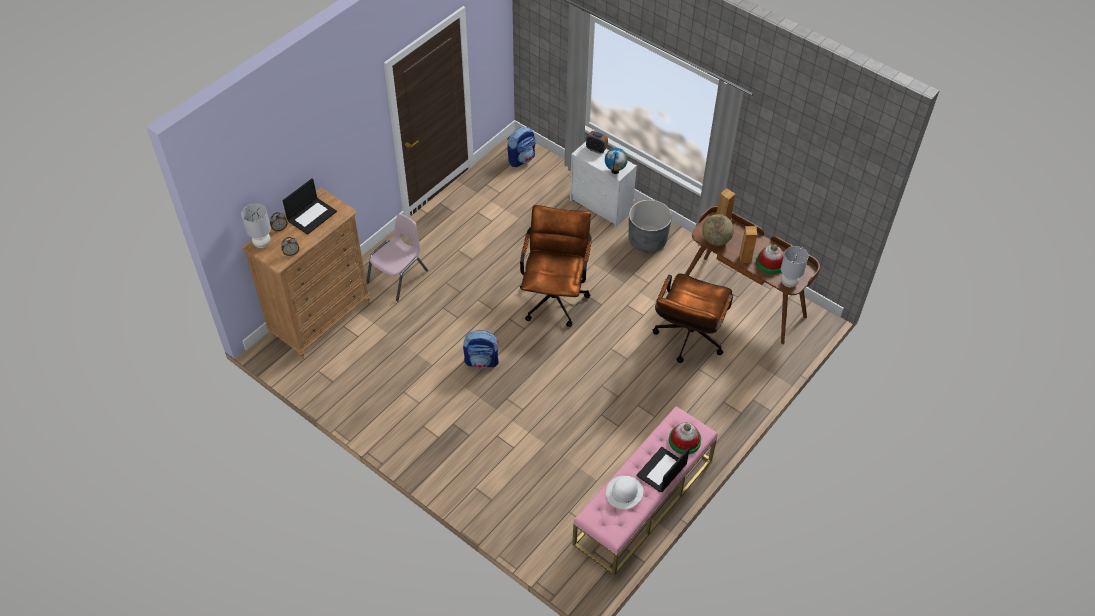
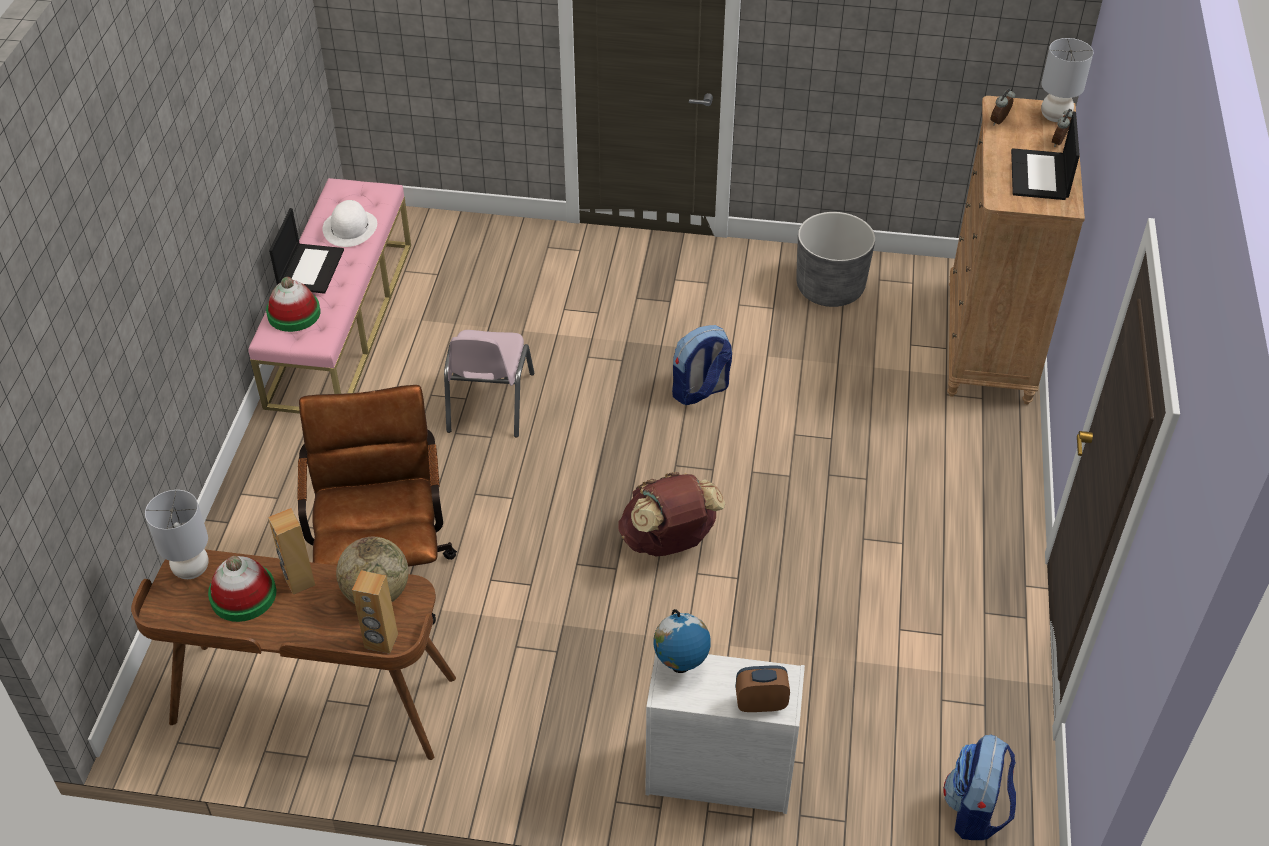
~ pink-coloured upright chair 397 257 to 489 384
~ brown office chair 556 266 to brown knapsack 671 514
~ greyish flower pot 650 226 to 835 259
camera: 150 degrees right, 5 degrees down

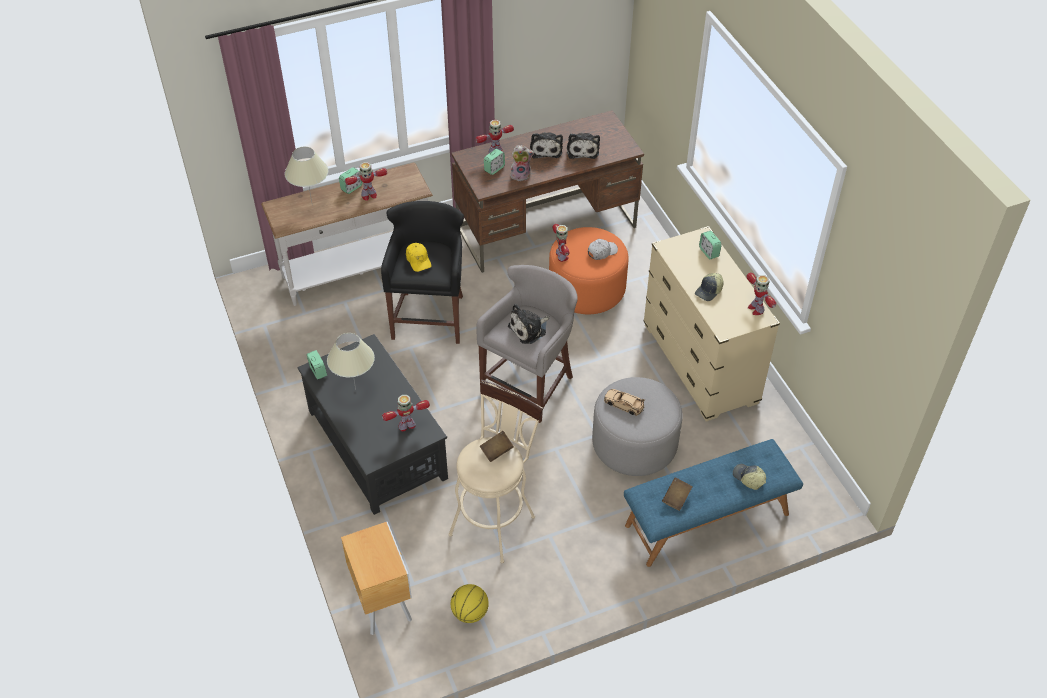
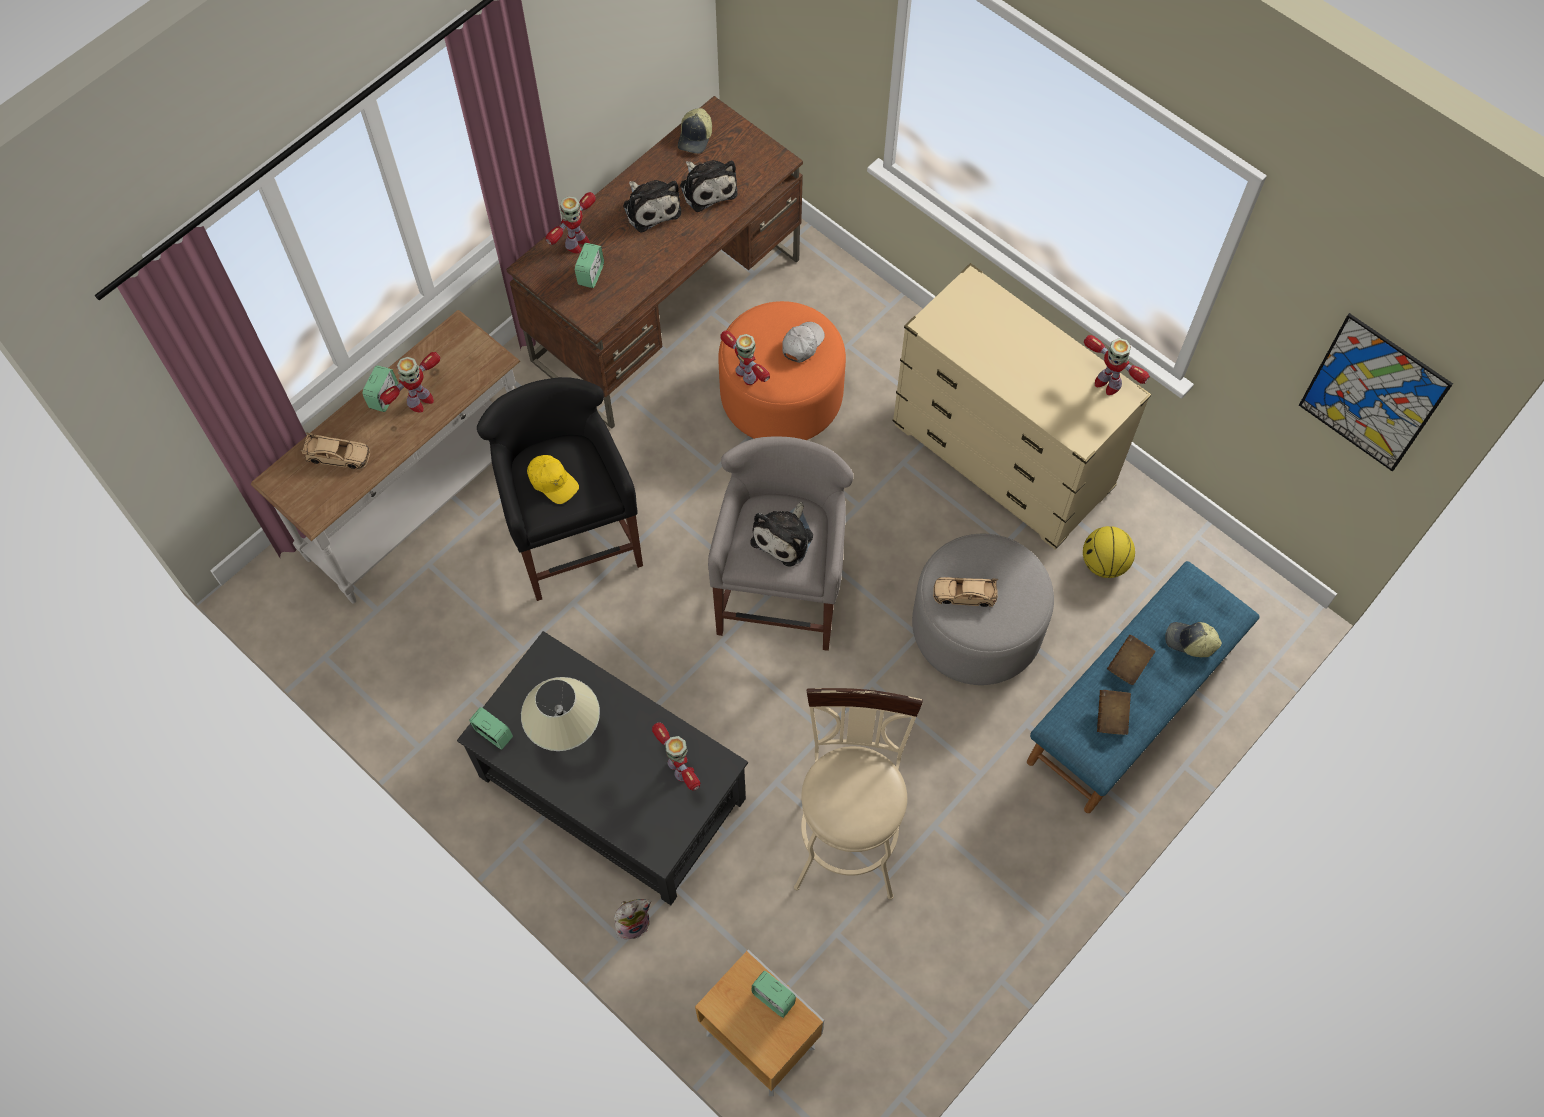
~ beige tabletop lamp 307 176 to beige model car 335 451
~ cuddly toy 522 163 to 632 919
~ robot figure 406 413 = 676 756 105 degrees clockwise
~ baseball cap 709 287 to 695 131
~ bedside clock 710 245 to 773 994
~ ball for basketball 470 603 to 1109 552
~ brown book 497 446 to 1131 660
+ wall art 1376 392
camera: 25 degrees left, 15 degrees up

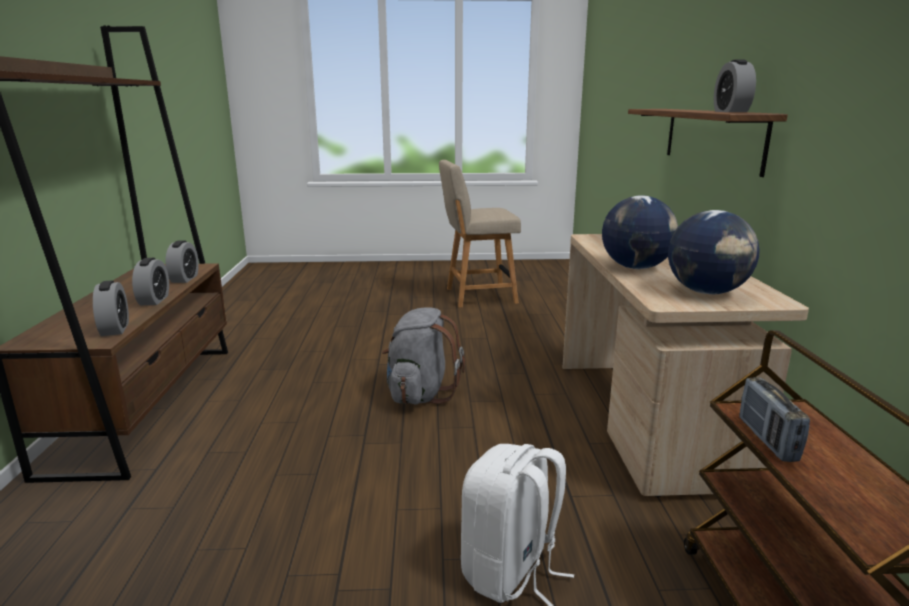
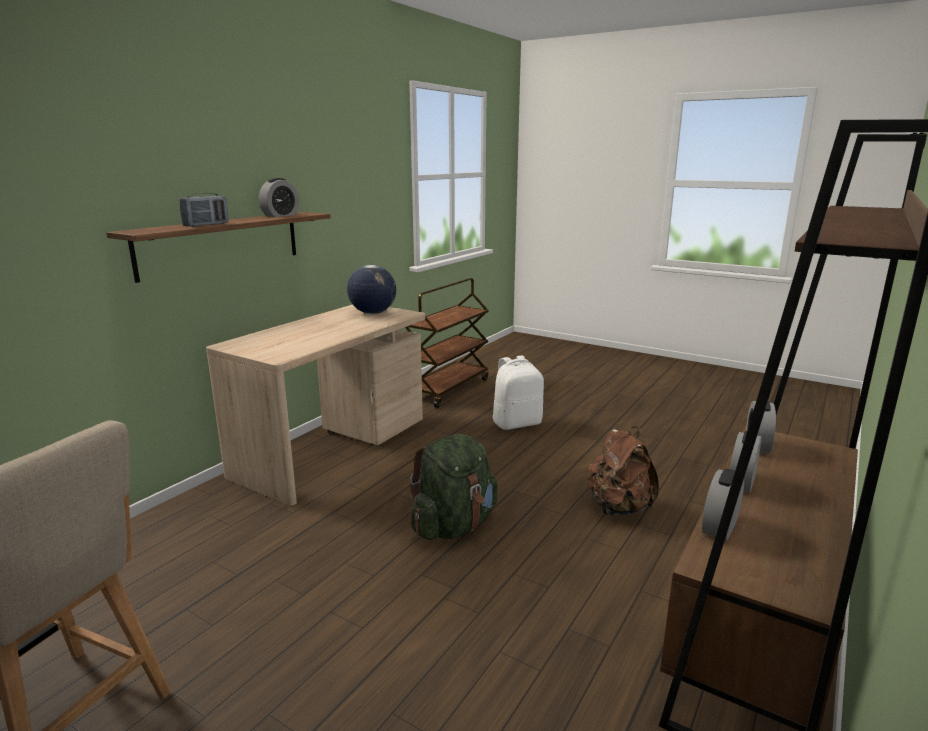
~ radio receiver 774 419 to 204 209
~ greyish knapsack 423 355 to green knapsack 453 487
+ brown knapsack 623 471
- desk globe 640 232
camera: 145 degrees left, 0 degrees up

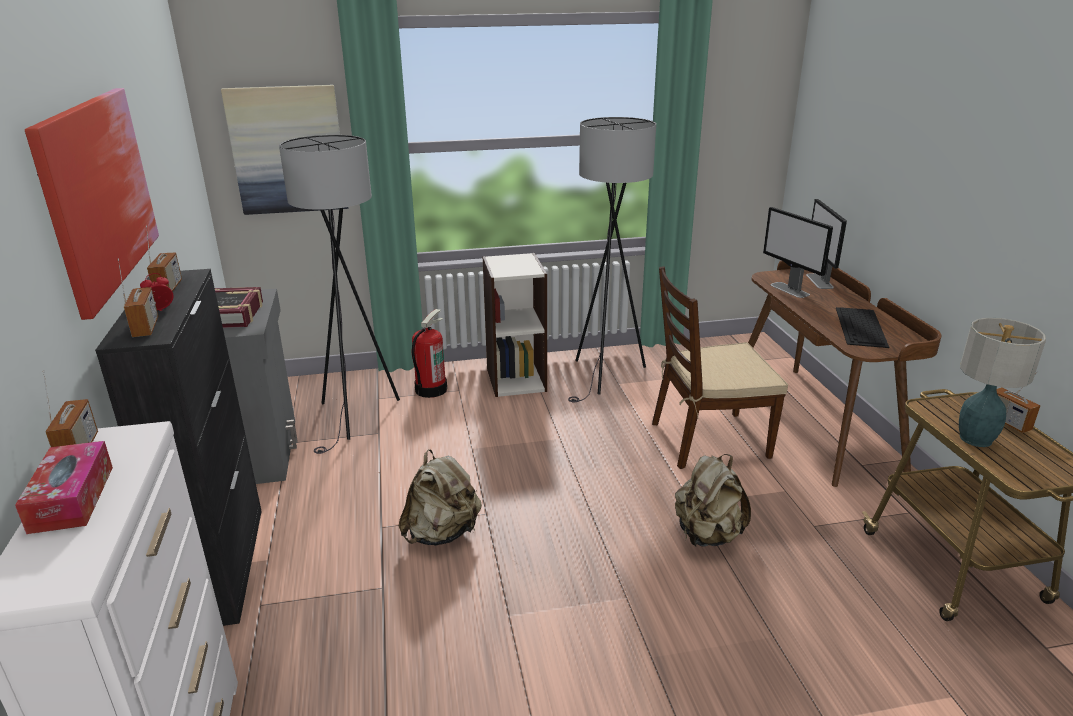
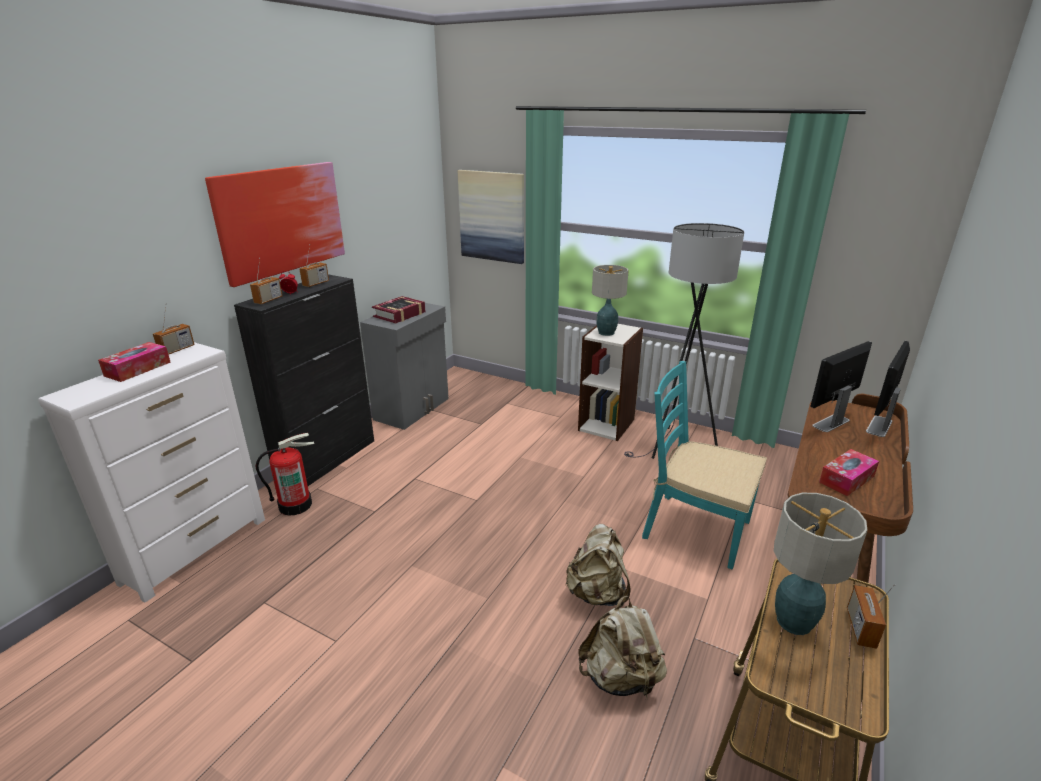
~ fire extinguisher 429 353 to 285 474
~ beige knapsack 440 497 to 622 647
+ tabletop lamp 610 300
~ brown upright chair 720 367 to turquoise-coloured upright chair 704 465
~ computer display 798 252 = 841 386 45 degrees clockwise
~ keyboard 862 327 to tissue holder 849 472
- greyish standing lamp 339 294
camera: 40 degrees right, 0 degrees up

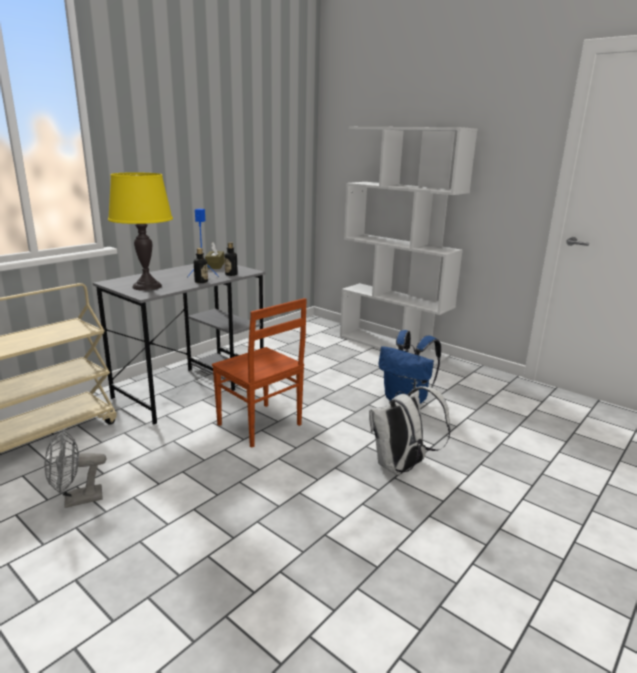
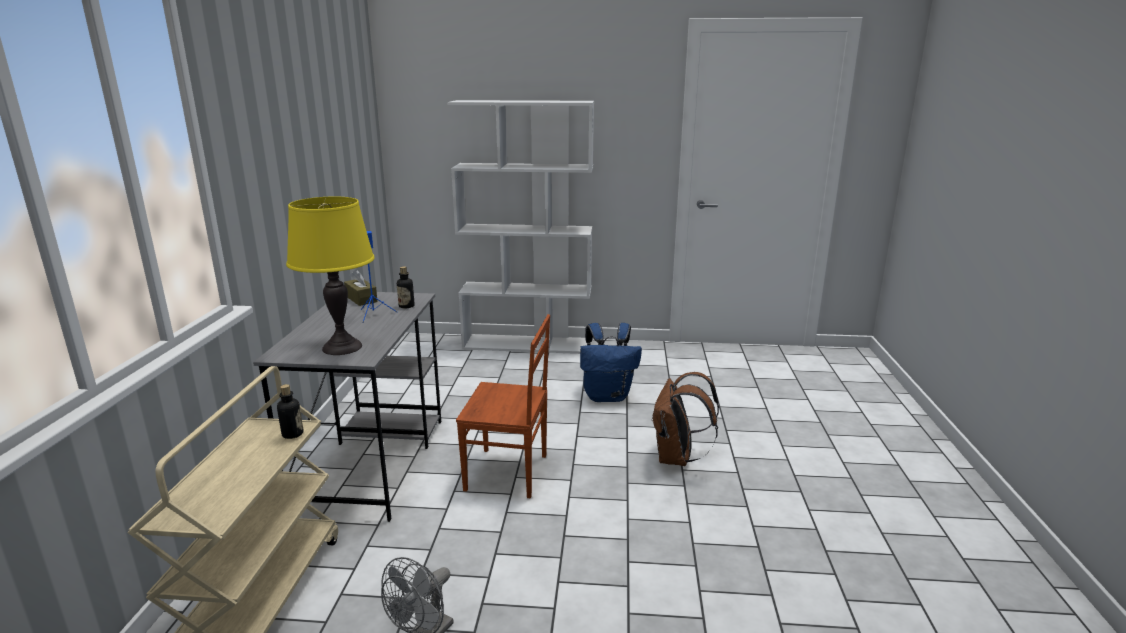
~ drink bottle 201 265 to 290 411
~ white-coloured knapsack 410 430 to brown knapsack 685 419
camera: 35 degrees left, 0 degrees up

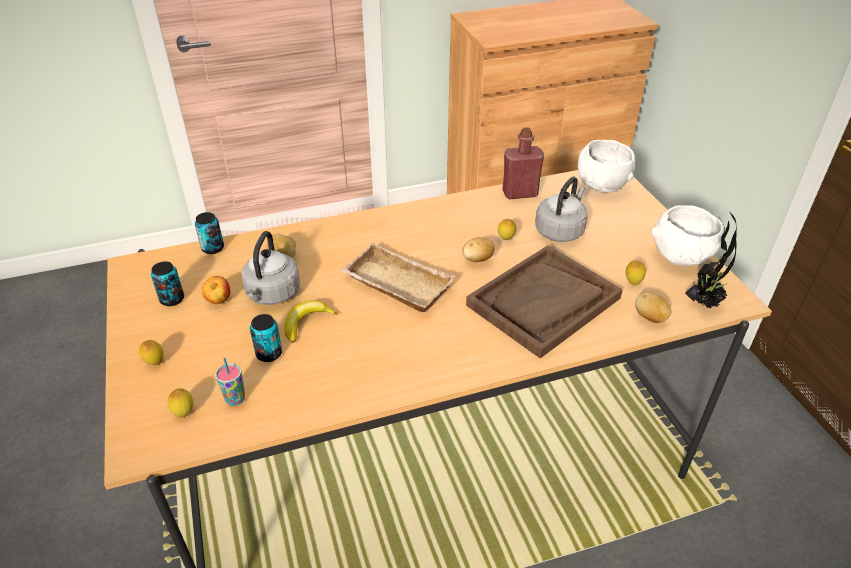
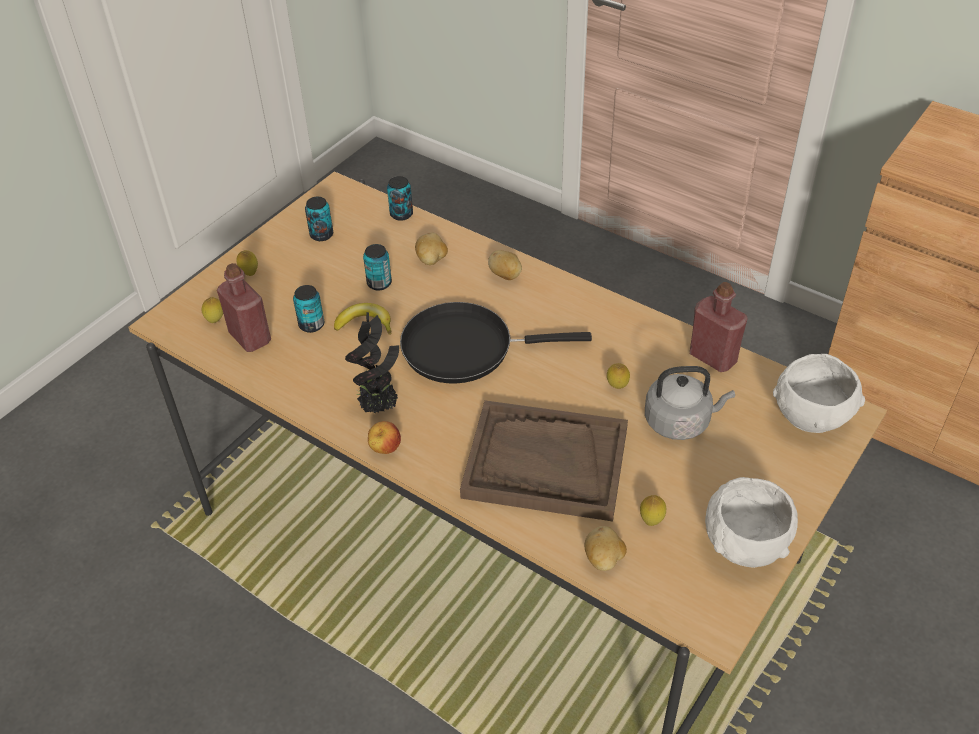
~ cup 230 382 to reddish drink bottle 244 307
~ potted plant 711 261 to 372 362
~ greyish water kettle 271 268 to sealed can 377 267
~ apple 216 290 to 384 437
~ beige carrying tray 398 277 to black frying pan 496 343
~ whole potato 479 249 to 505 265
camera: 55 degrees right, 5 degrees up

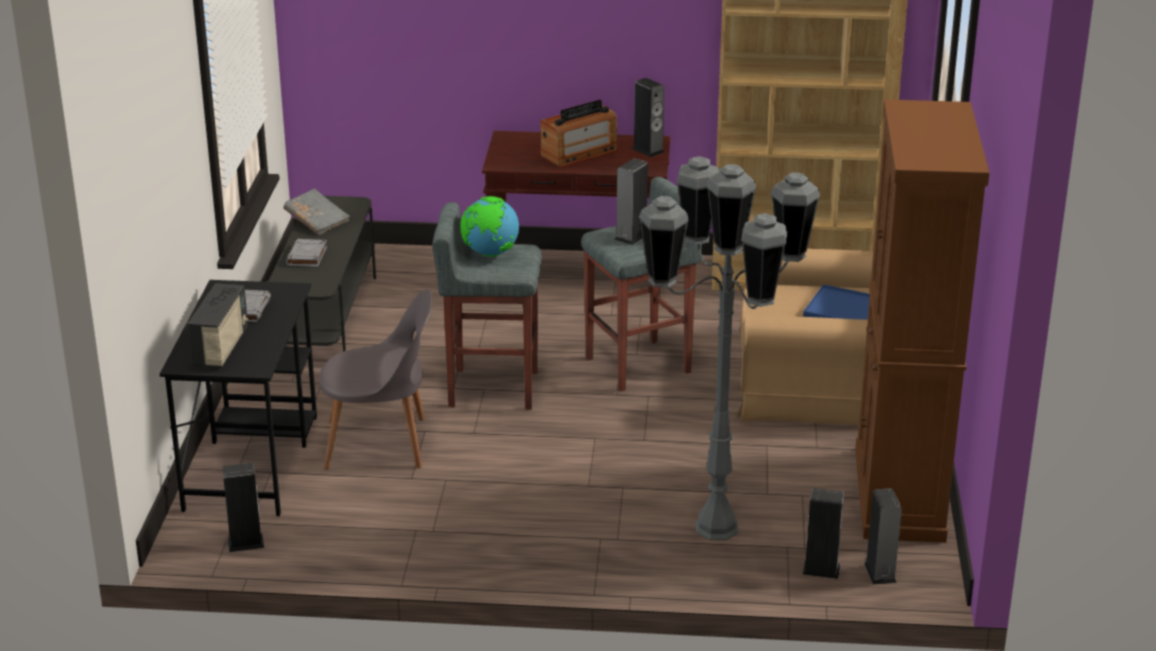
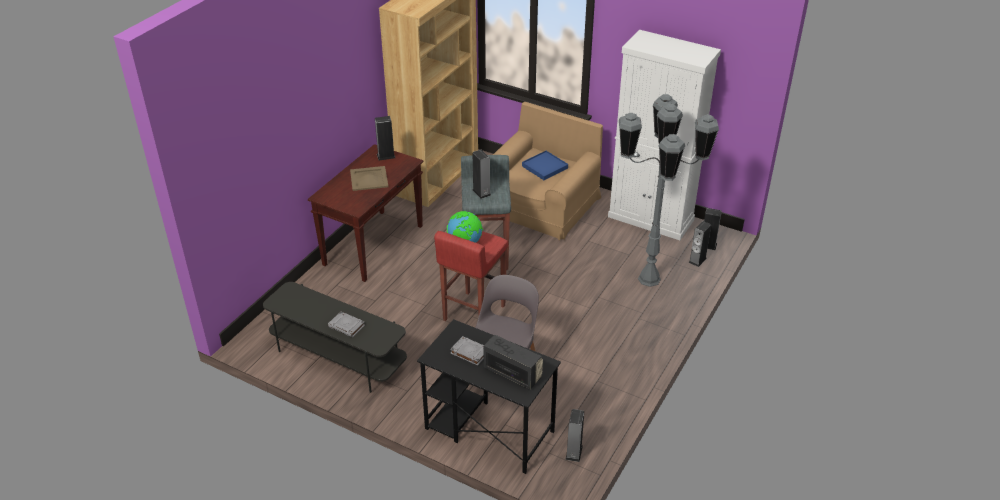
~ radio receiver 579 134 to beige carrying tray 369 178
~ greyish stool seat 487 306 to reddish stool seat 471 276
~ brown cabinet 922 321 to white-coloured cabinet 664 135
- greyish book 316 211
camera: 65 degrees left, 10 degrees up

